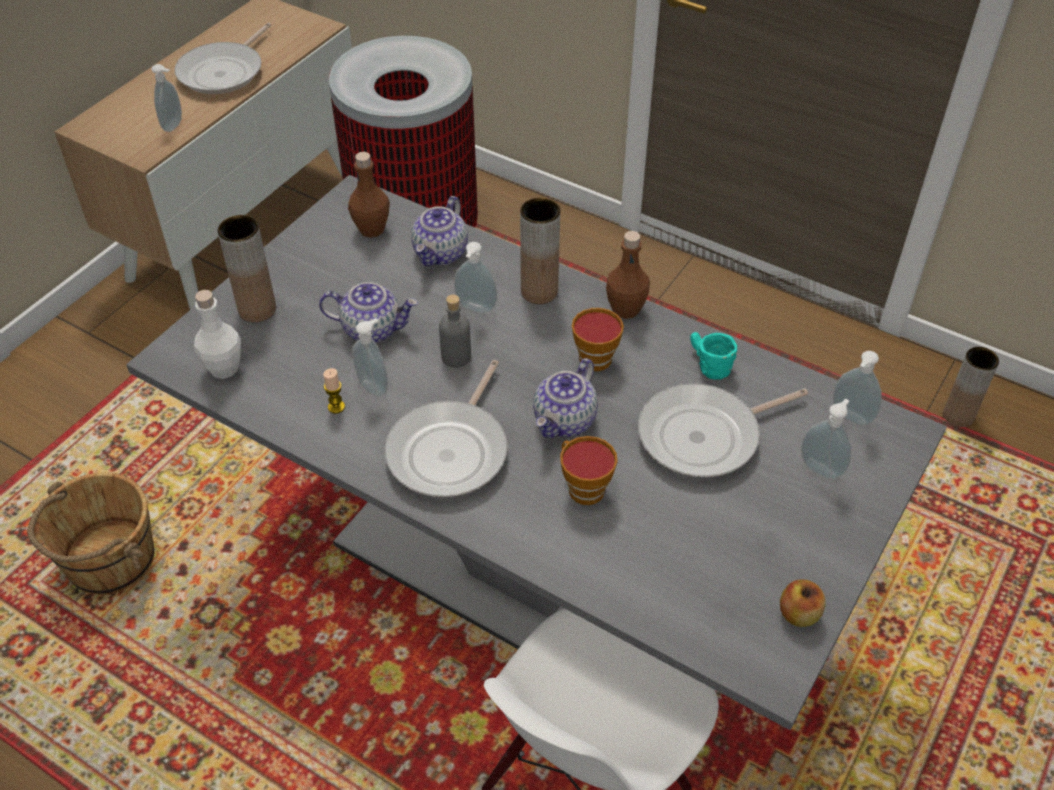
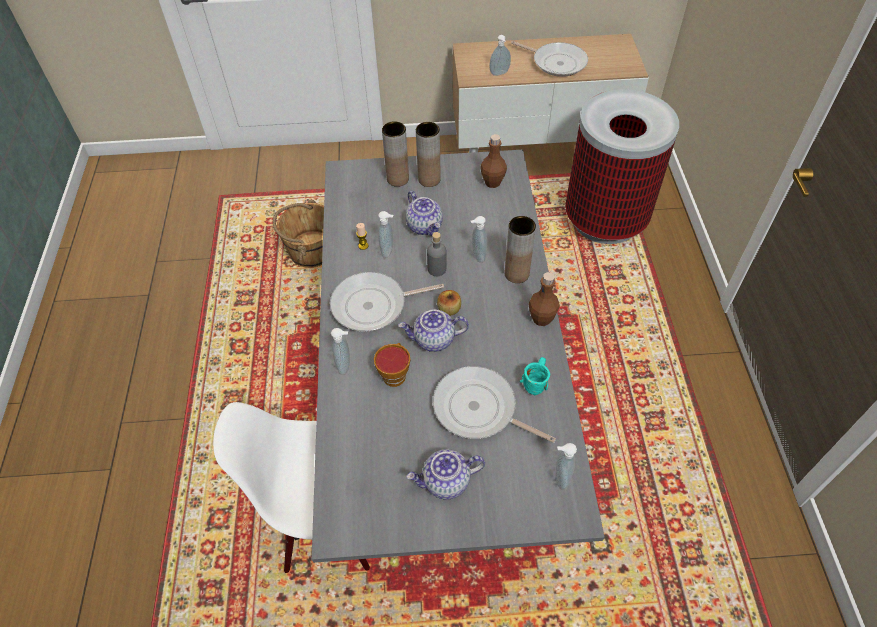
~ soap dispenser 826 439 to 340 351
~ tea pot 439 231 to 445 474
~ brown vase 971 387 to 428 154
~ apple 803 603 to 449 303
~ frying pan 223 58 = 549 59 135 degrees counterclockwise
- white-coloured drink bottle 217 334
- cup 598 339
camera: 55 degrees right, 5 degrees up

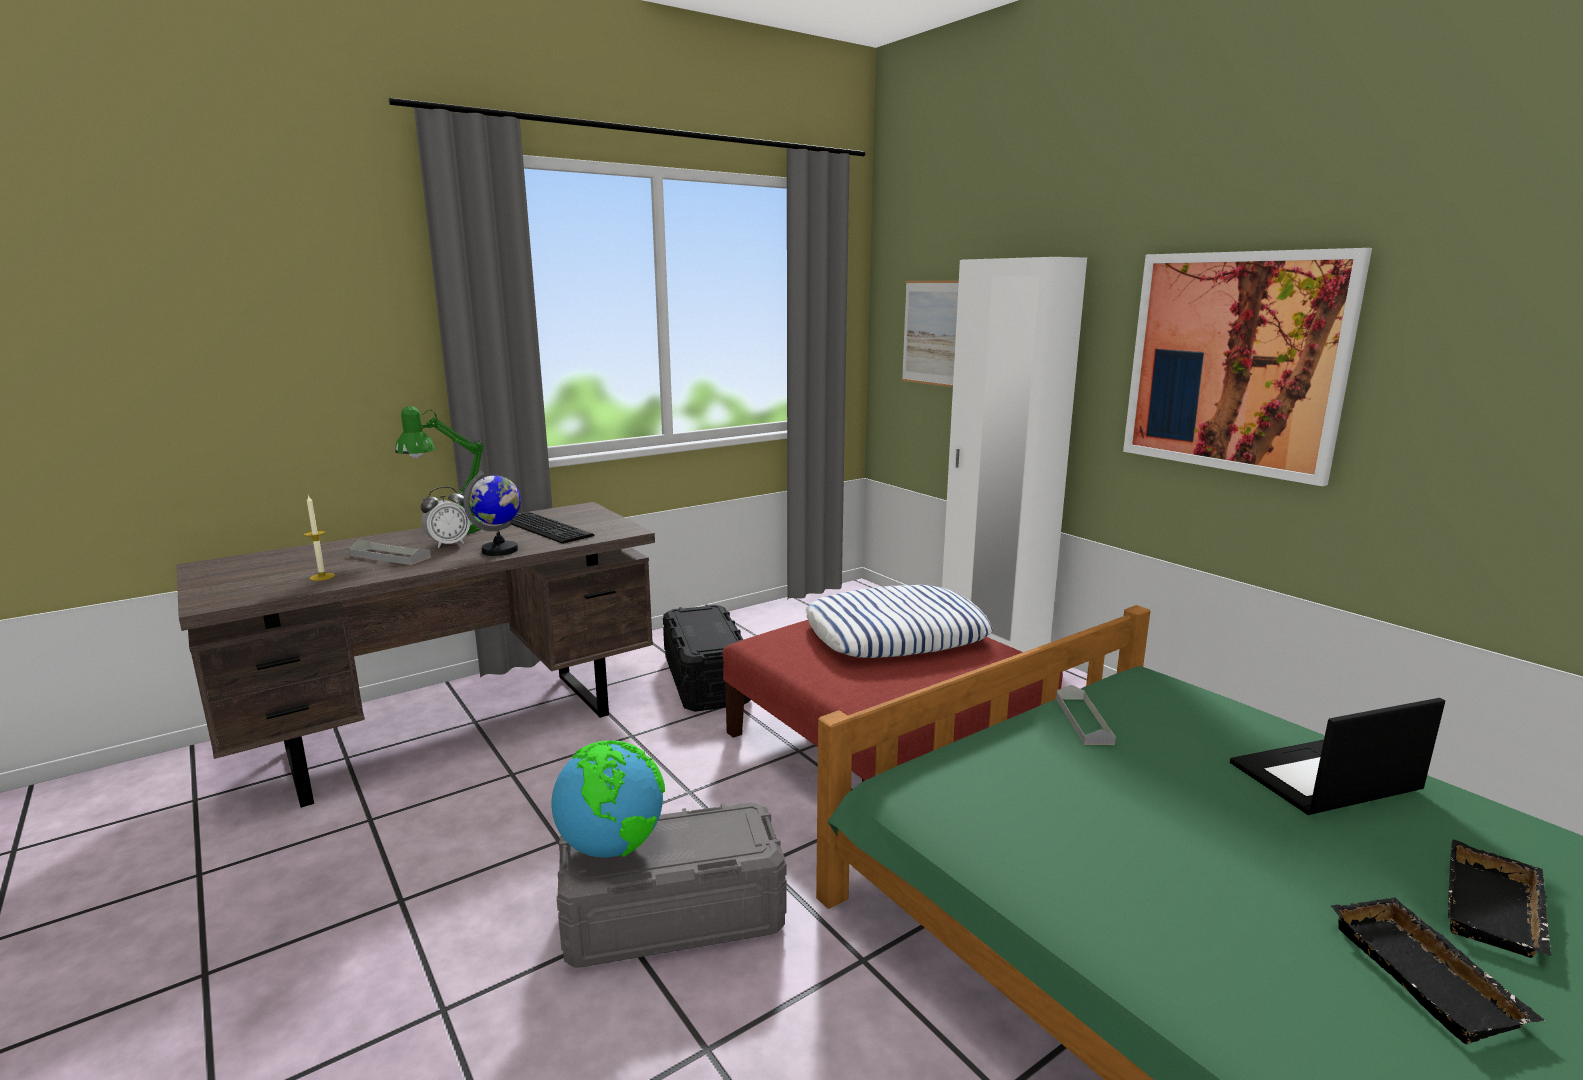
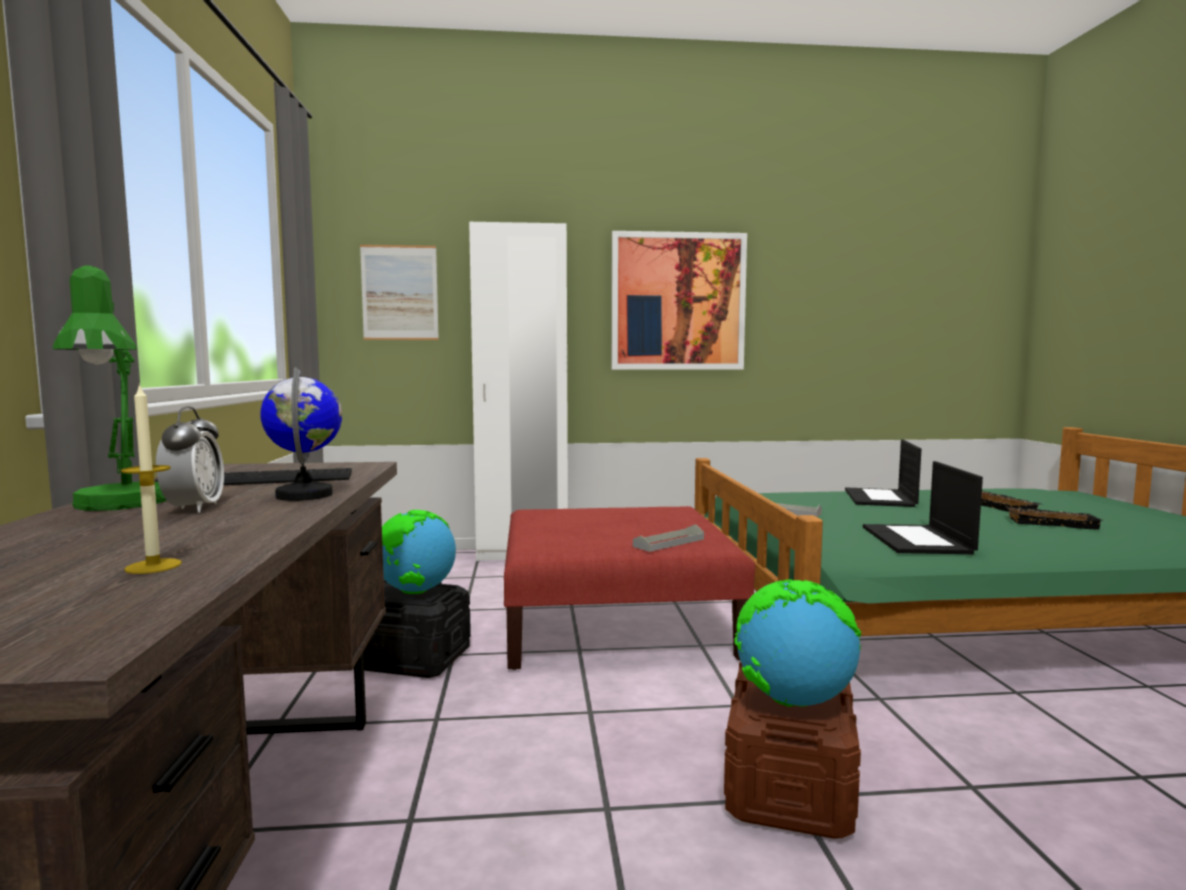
+ desk globe 419 552
~ greyish carrying tray 390 552 to 668 538
~ greyish storage container 671 885 to brown storage container 792 750
+ notebook computer 923 507
- throw pillow 899 621
camera: 60 degrees left, 10 degrees down

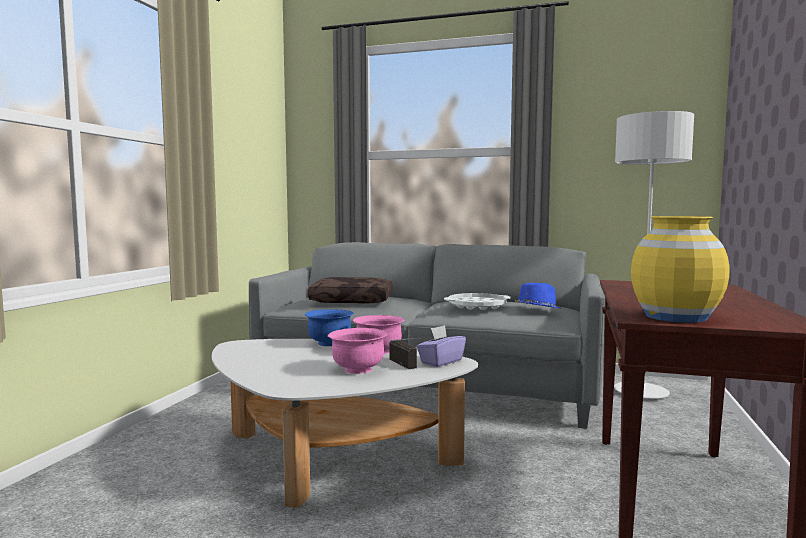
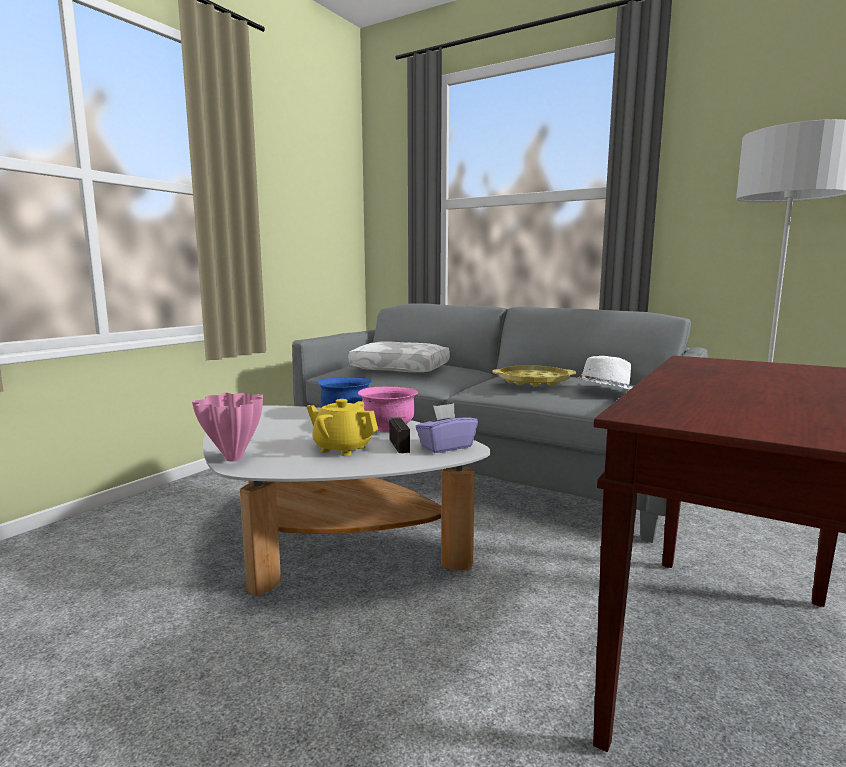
+ pink-coloured vase 227 427
~ pink-coloured bowl 357 351 to yellow-coloured tea pot 342 427
~ brown throw pillow 350 290 to white-coloured throw pillow 399 357
~ white-coloured carrying tray 477 301 to yellow-coloured carrying tray 534 376
~ bluish clothing hat 538 296 to white-coloured clothing hat 605 372
- yellow-coloured vase 680 269
camera: 15 degrees right, 5 degrees up

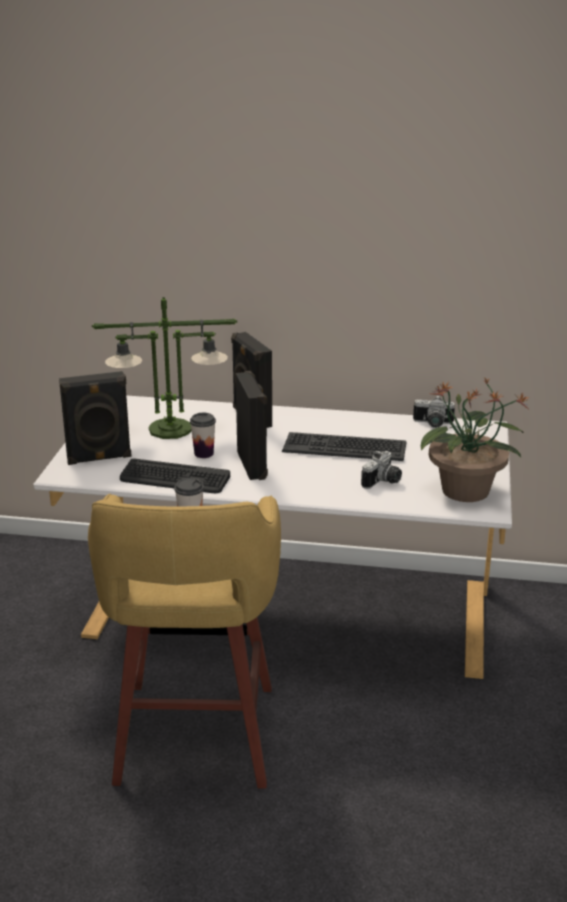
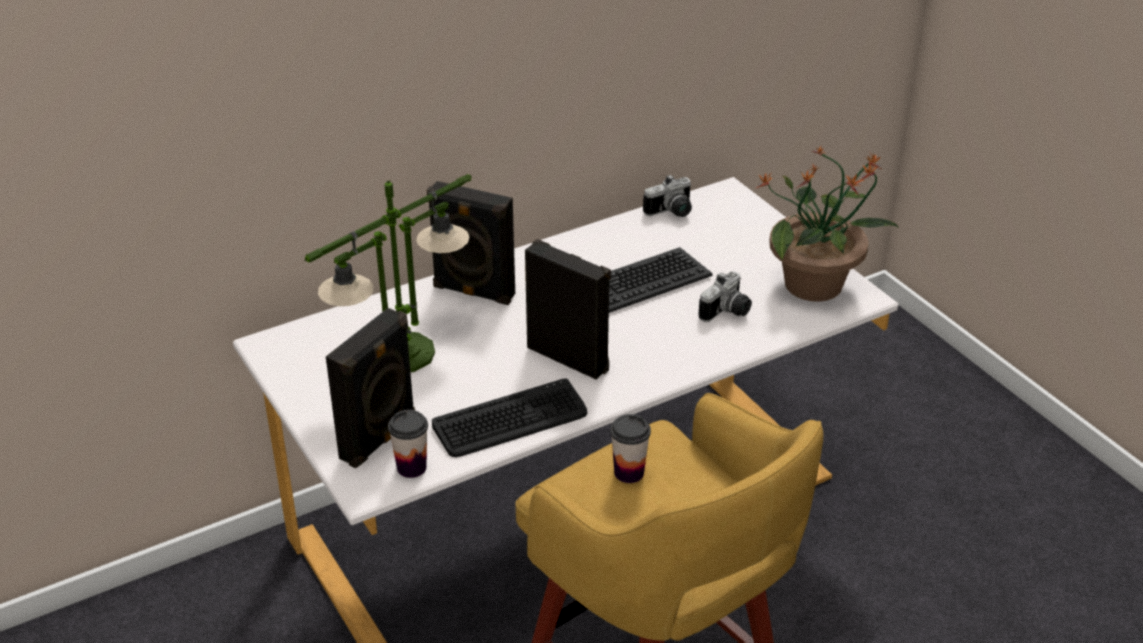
~ cup 203 435 to 408 444
~ photo camera 381 470 = 725 296 45 degrees clockwise
camera: 40 degrees left, 10 degrees up

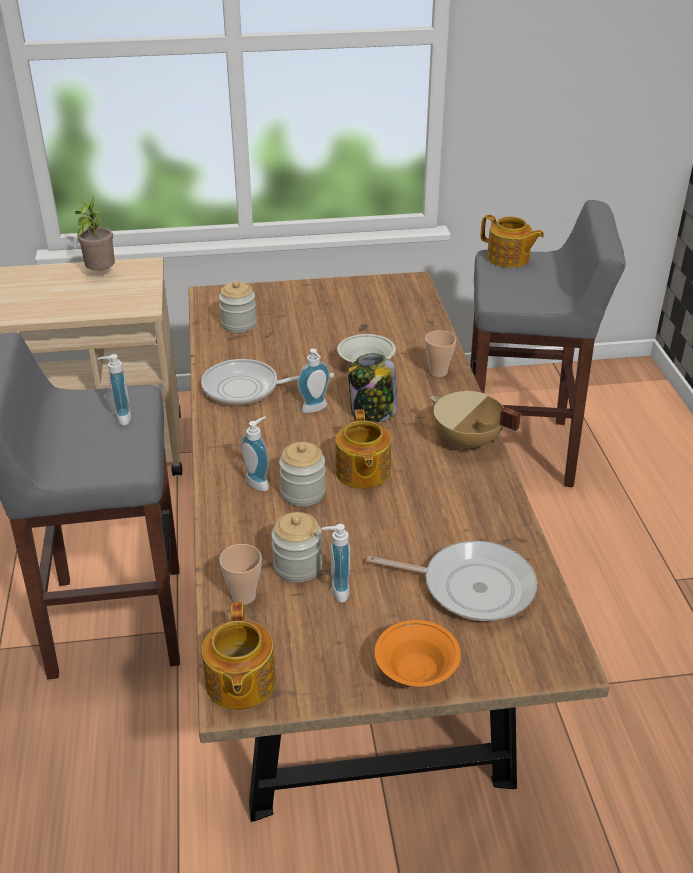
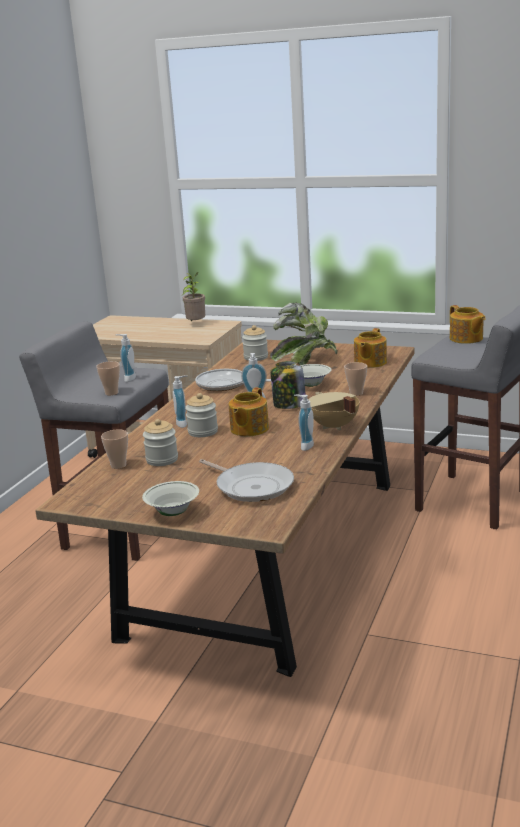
+ cup 108 378
~ orangey bowl 418 653 to white-coloured bowl 170 498
+ potted plant 303 334
~ soap dispenser 336 563 to 304 423
~ tea pot 239 656 to 370 348
camera: 30 degrees right, 15 degrees down

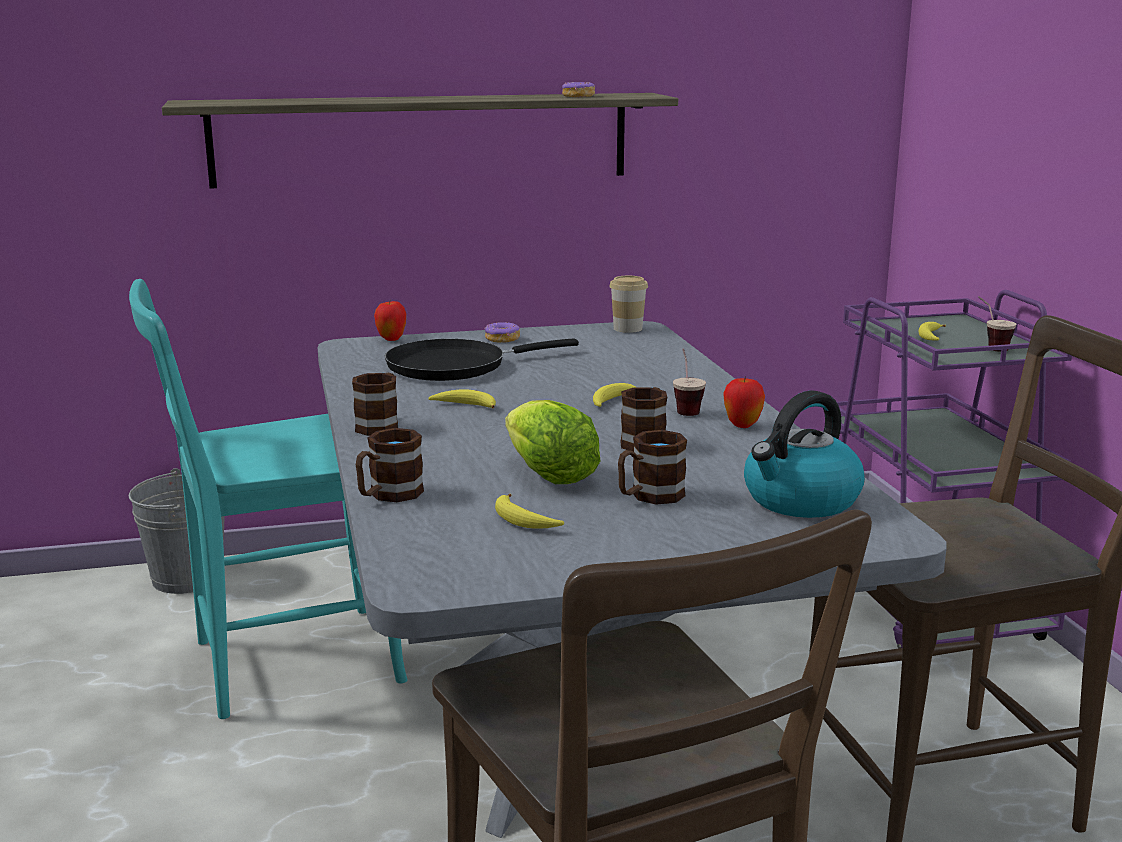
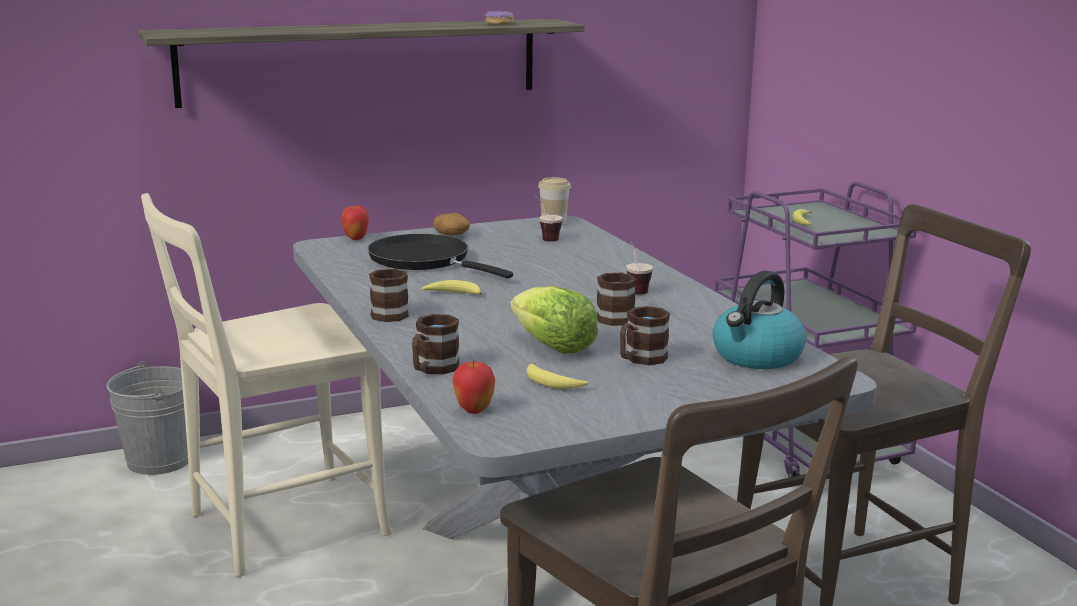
~ turquoise-coloured upright chair 268 499 to beige upright chair 266 385
~ black frying pan 482 359 = 440 256 75 degrees clockwise
~ ring doughnut 502 332 to whole potato 451 224
~ apple 744 402 to 473 388
~ cup 997 324 to 549 218
- banana fruit 615 395
camera: 10 degrees left, 0 degrees up

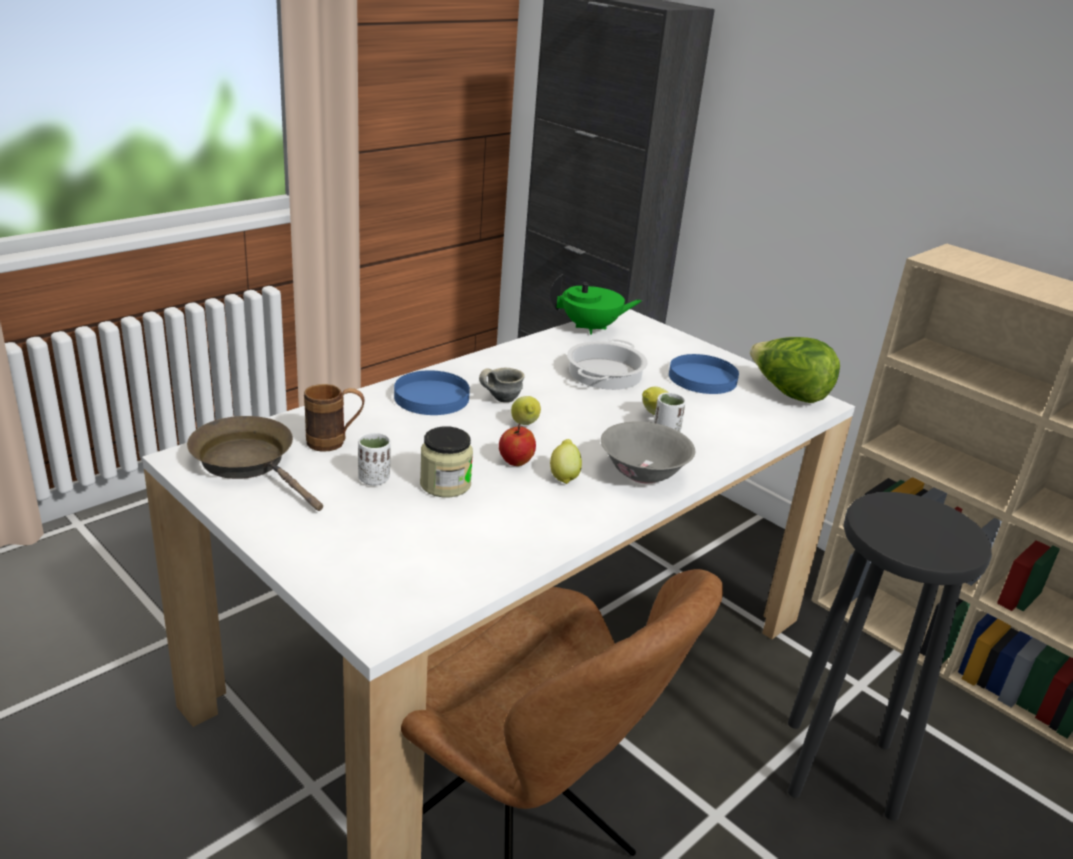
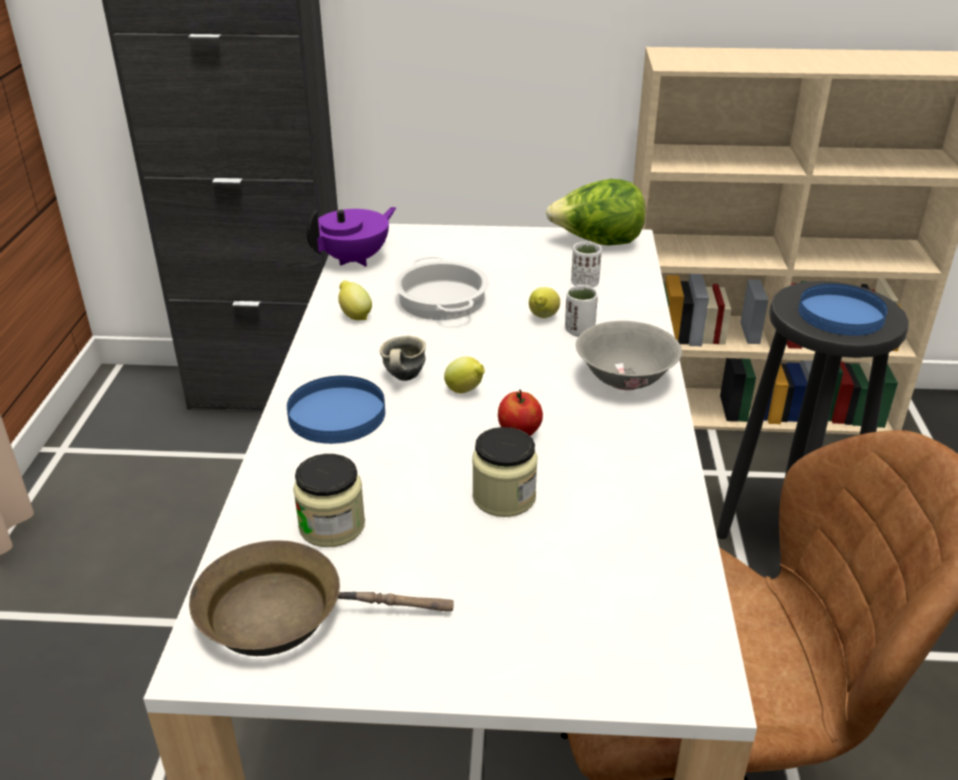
~ brown coffee mug 334 418 to storage jar 329 500
~ green tea pot 596 304 to purple tea pot 351 237
~ whole lemon 566 461 to 355 300
~ white-coloured cup 374 459 to 586 265
~ bluish plate 704 374 to 843 310
camera: 40 degrees left, 5 degrees up

